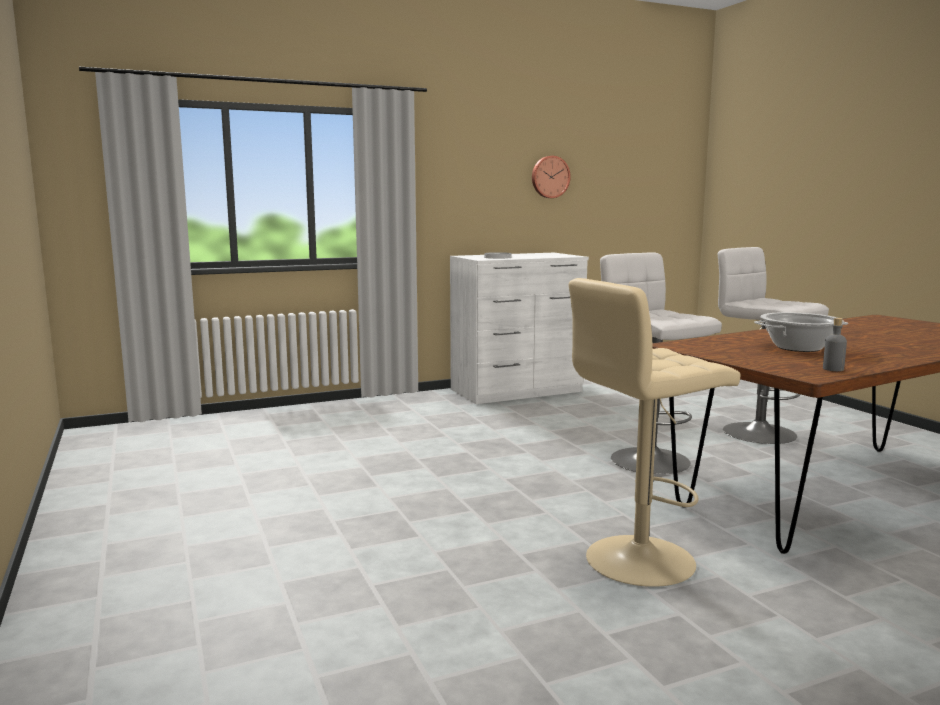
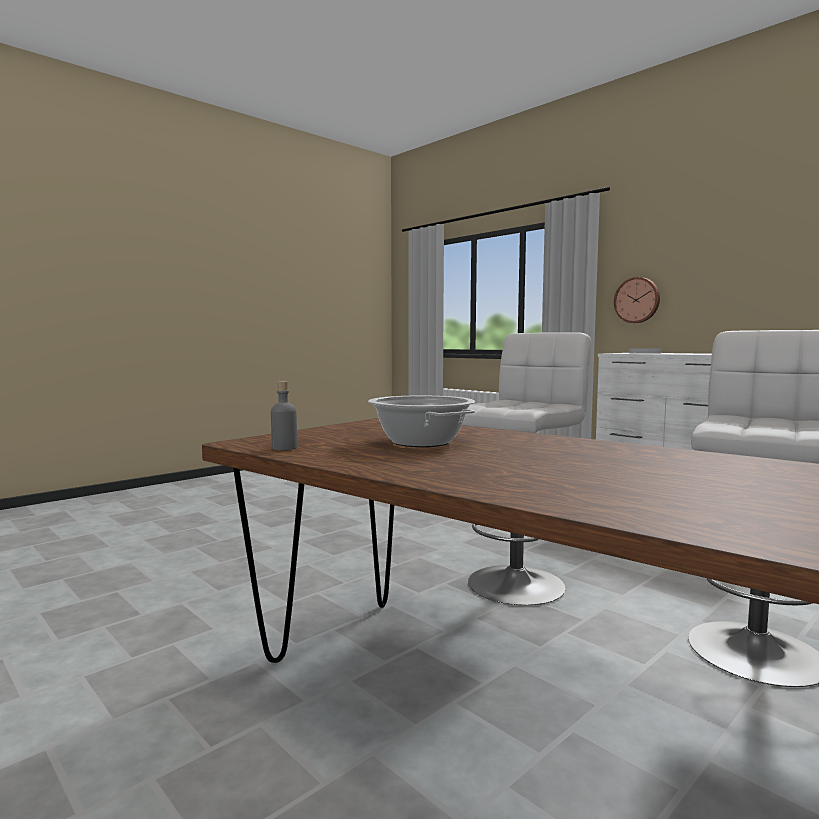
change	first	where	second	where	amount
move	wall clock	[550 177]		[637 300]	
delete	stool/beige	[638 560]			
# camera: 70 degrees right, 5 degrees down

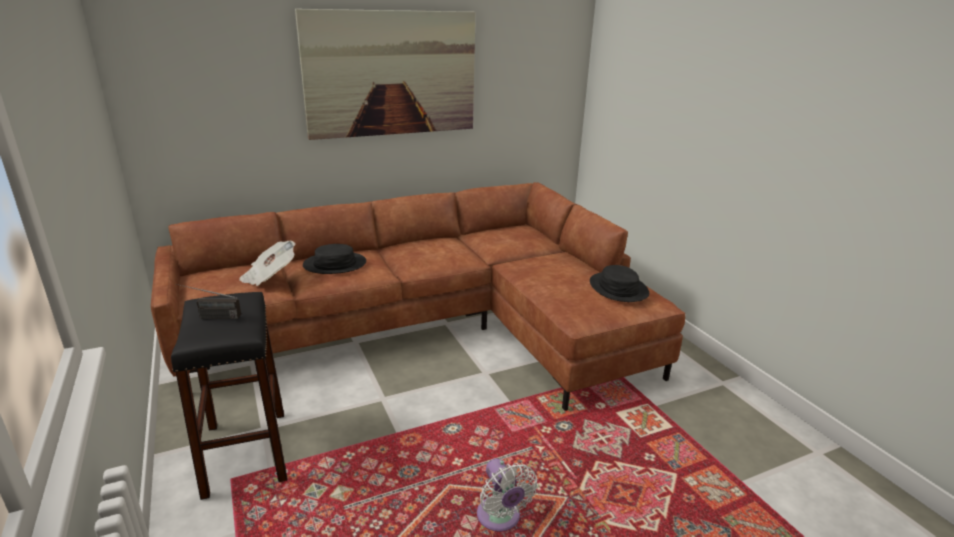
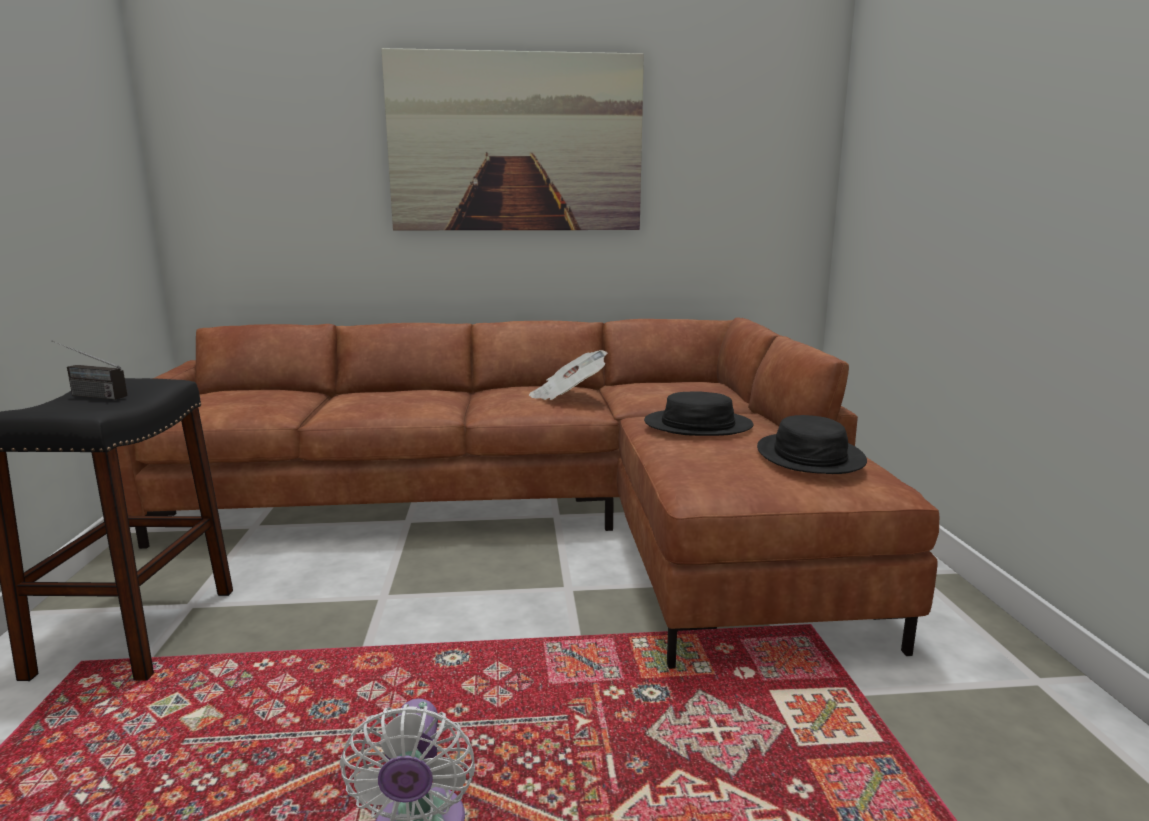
change	first	where	second	where	amount
move	newspaper	[269 276]		[568 396]	
move	hat/black	[335 264]		[697 425]	
# camera: 20 degrees right, 10 degrees down

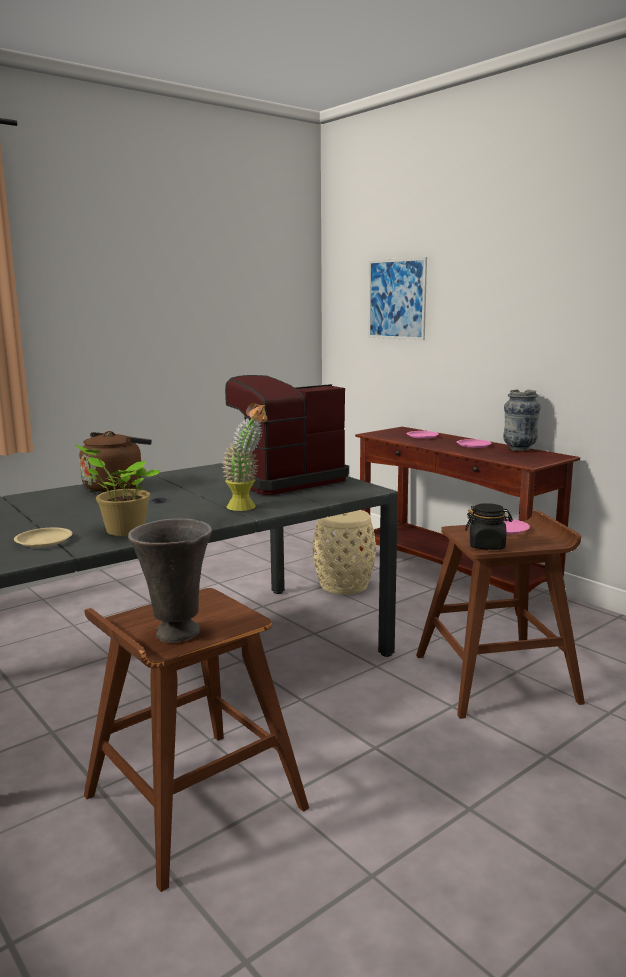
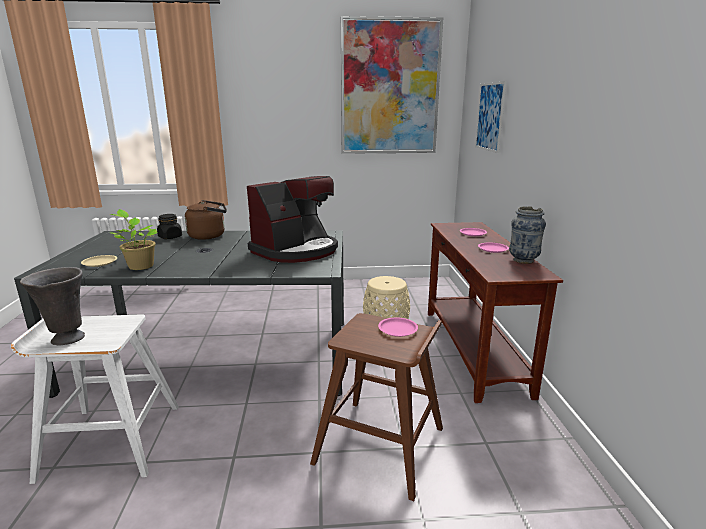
change	first	where	second	where	amount
recolor	stool/brown	[192 802]	stool/white	[110 440]	
delete	potted plant	[247 508]			
rotate	coffee machine	[283 480]		[296 250]	135 degrees clockwise
move	jar/black	[487 546]		[170 237]	
insert			picture	[390 88]	
# camera: 35 degrees right, 5 degrees up

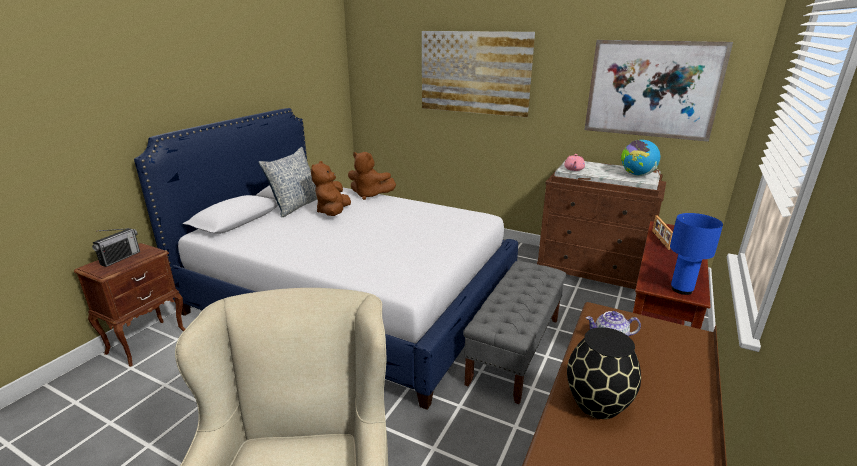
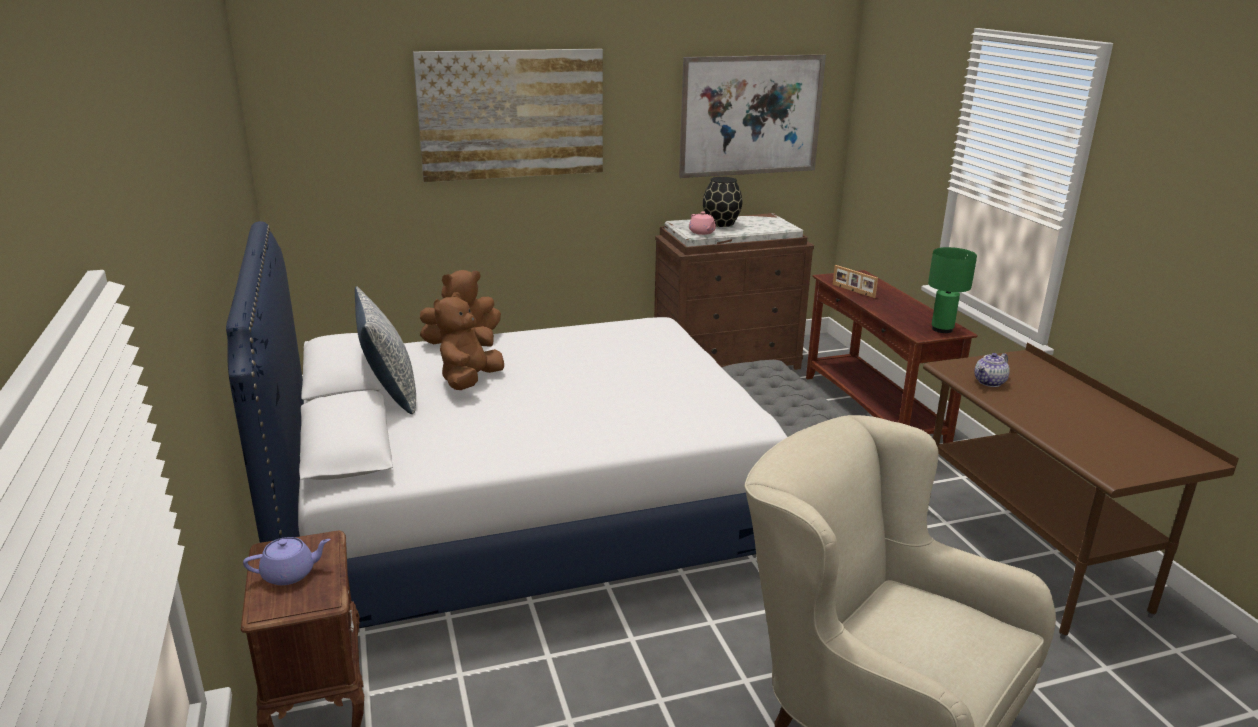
change	first	where	second	where	amount
replace	radio	[120 258]	teapot/purple	[290 574]	
rotate	plush toy/brown	[333 212]		[470 381]	60 degrees clockwise
move	vase/black	[597 402]		[720 223]	
delete	globe	[637 175]			
recolor	table lamp/blue	[682 290]	table lamp/green	[942 329]	
# camera: 45 degrees left, 0 degrees up

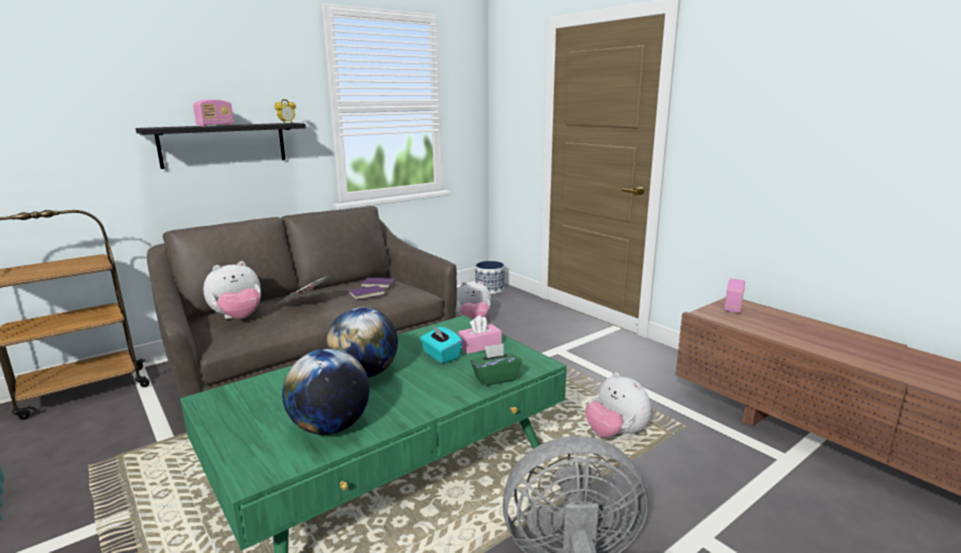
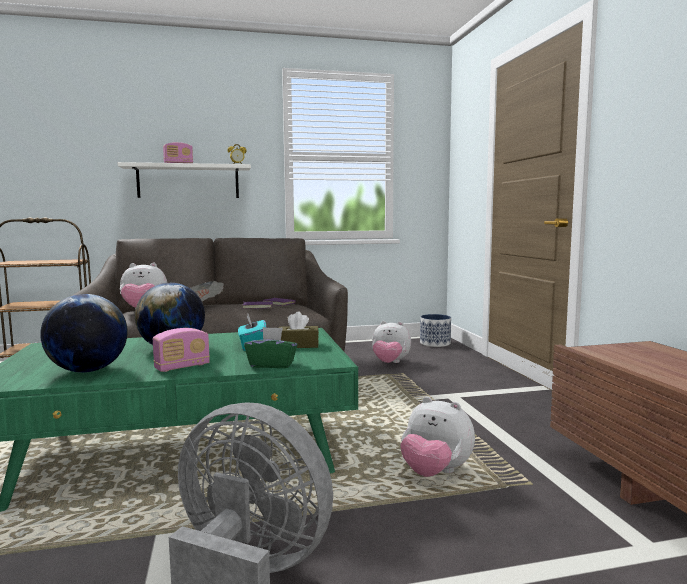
change	first	where	second	where	amount
recolor	shelf/black	[223 144]	shelf/white	[188 182]	
recolor	tissue box/pink	[480 346]	tissue box/brown	[298 345]	
rotate	plush toy	[616 434]		[435 473]	45 degrees counterclockwise
move	radio	[733 307]		[182 367]	
# camera: 25 degrees right, 10 degrees down

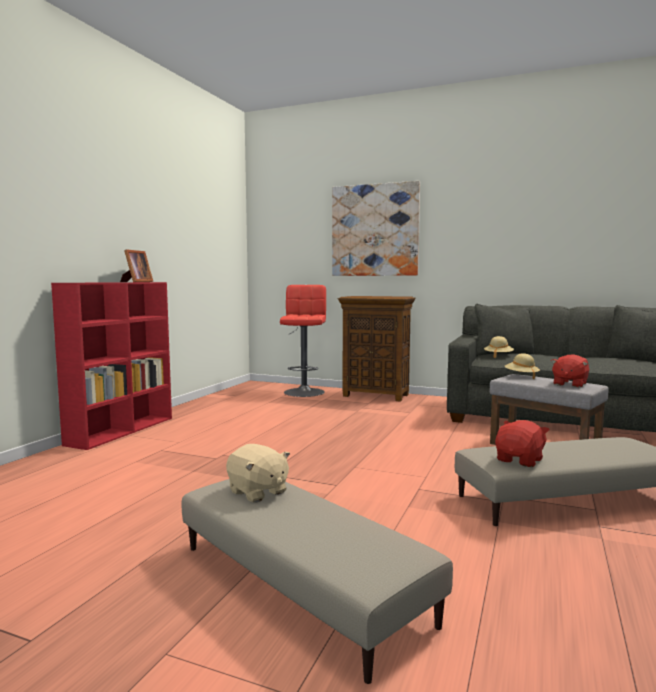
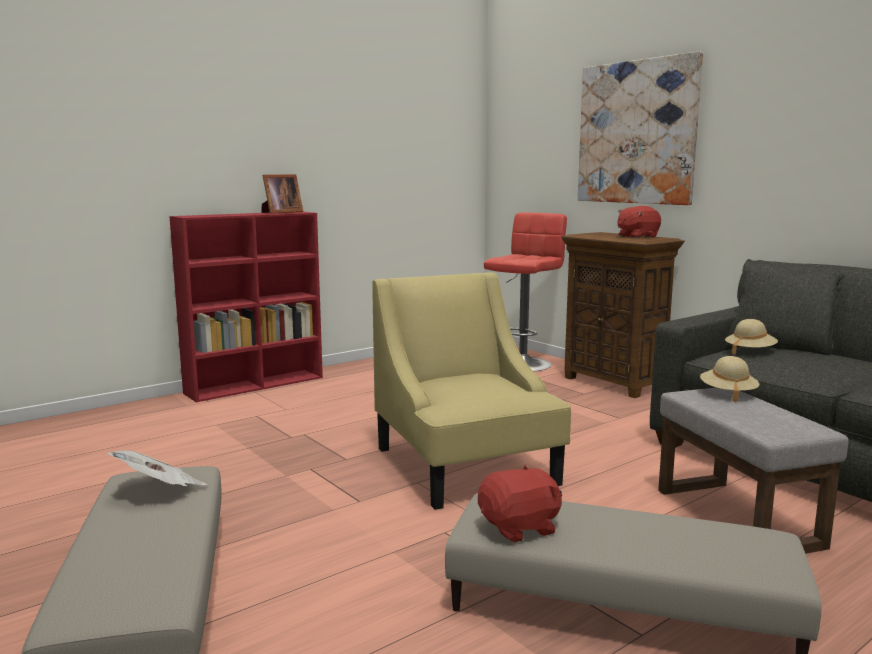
change	first	where	second	where	amount
replace	plush toy/beige	[257 492]	newspaper	[161 490]	
move	plush toy/red	[569 384]		[637 237]	
insert			armchair/yellow	[465 466]	
# camera: 30 degrees right, 5 degrees up

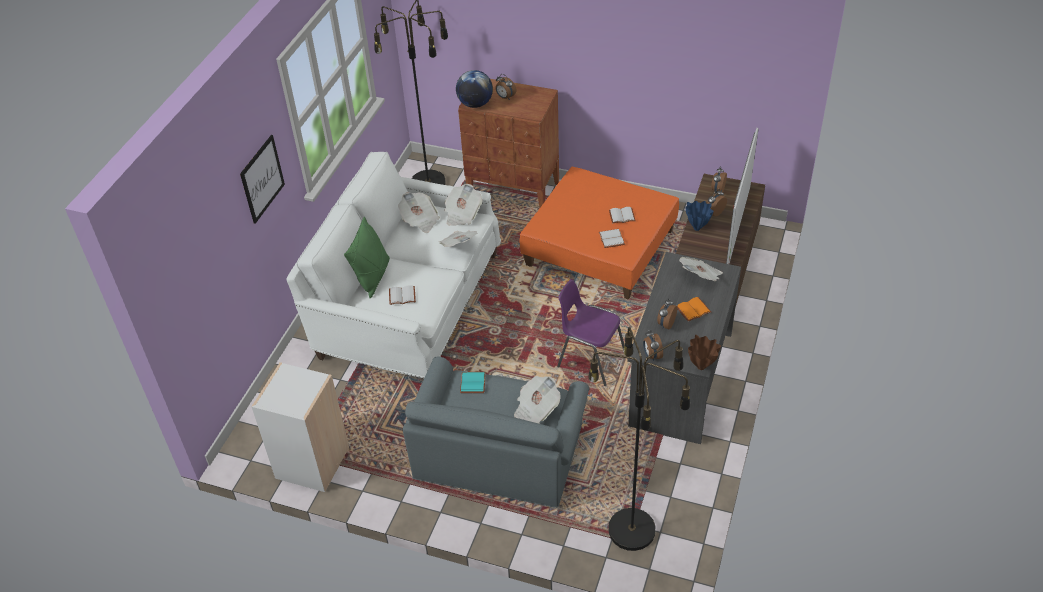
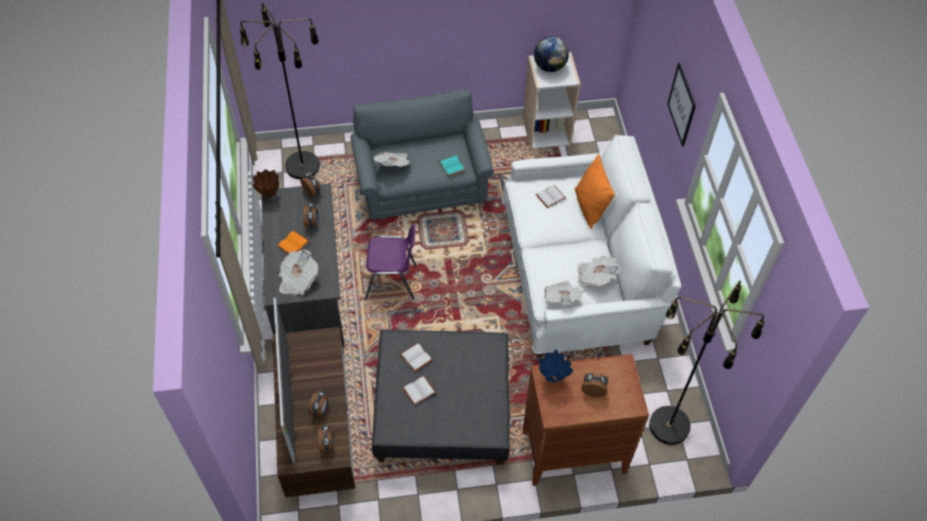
change	first	where	second	where	amount
recolor	pillow/green	[373 277]	pillow/orange	[589 207]	
delete	newspaper	[458 245]			
move	globe	[475 104]		[549 67]	
recolor	ottoman/orange	[600 248]	ottoman/grey	[441 409]	
move	vase/blue	[697 228]		[552 378]	
# camera: 150 degrees right, 10 degrees up

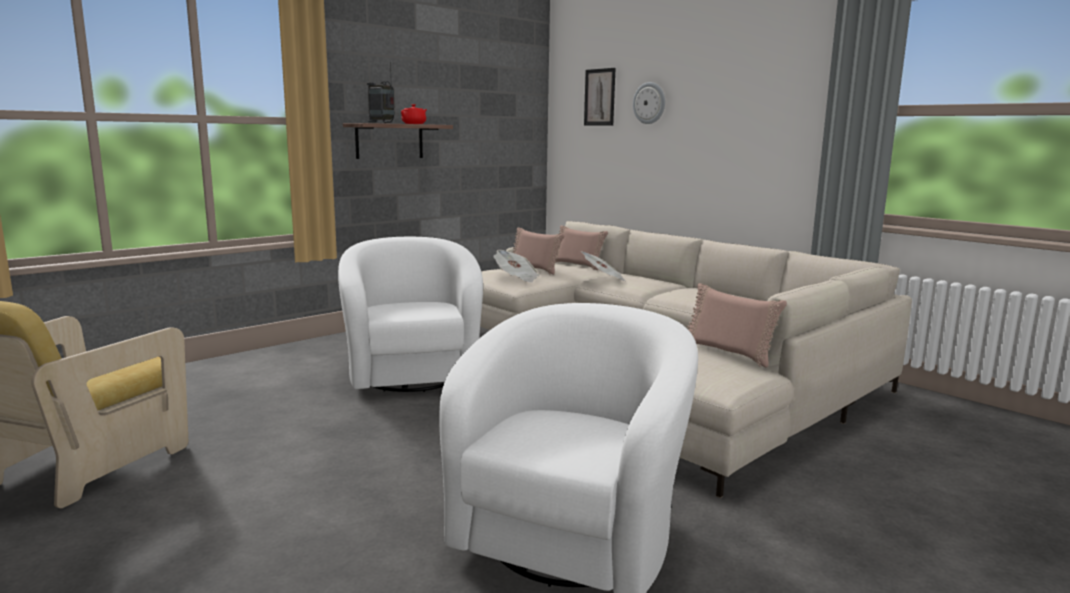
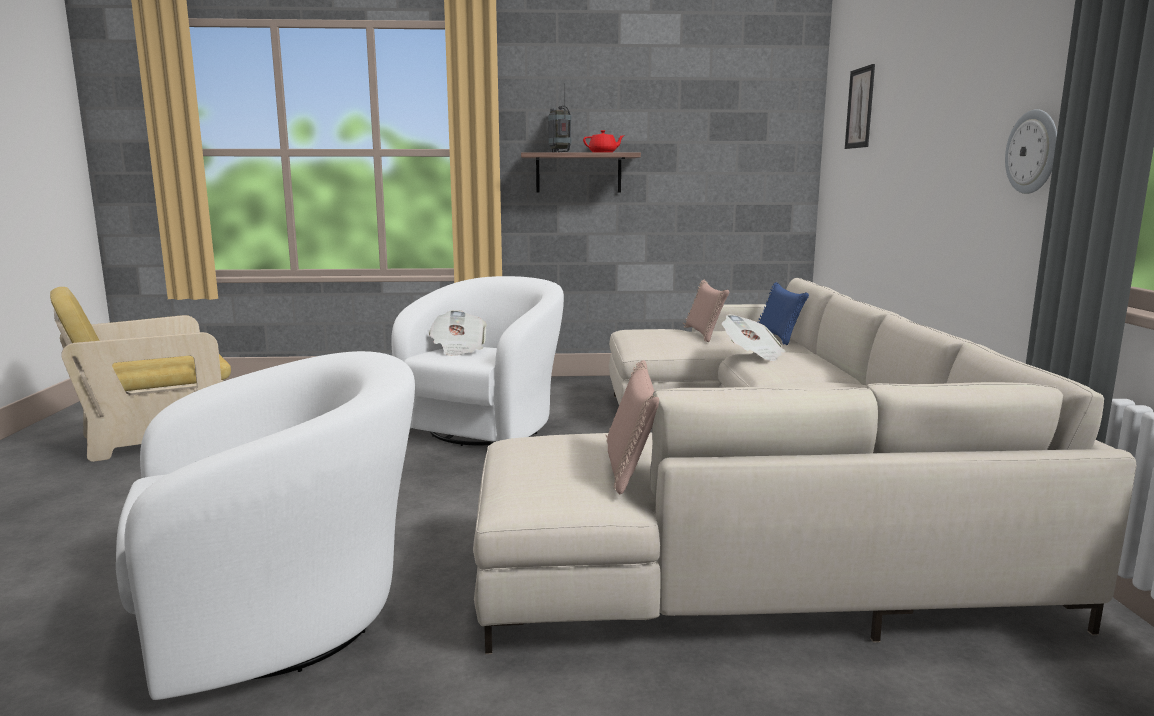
change	first	where	second	where	amount
move	newspaper	[516 278]		[458 349]	
recolor	pillow/beige	[578 266]	pillow/blue	[779 337]	
move	wall clock	[649 103]		[1033 152]	
# camera: 40 degrees right, 0 degrees up

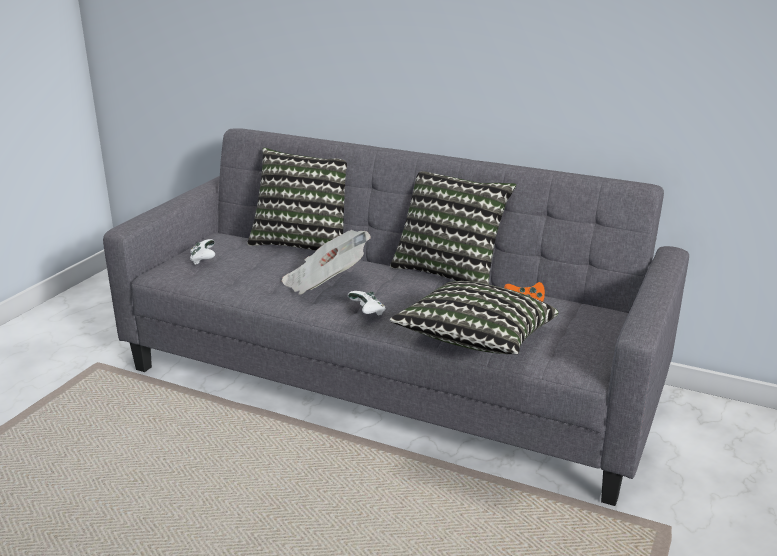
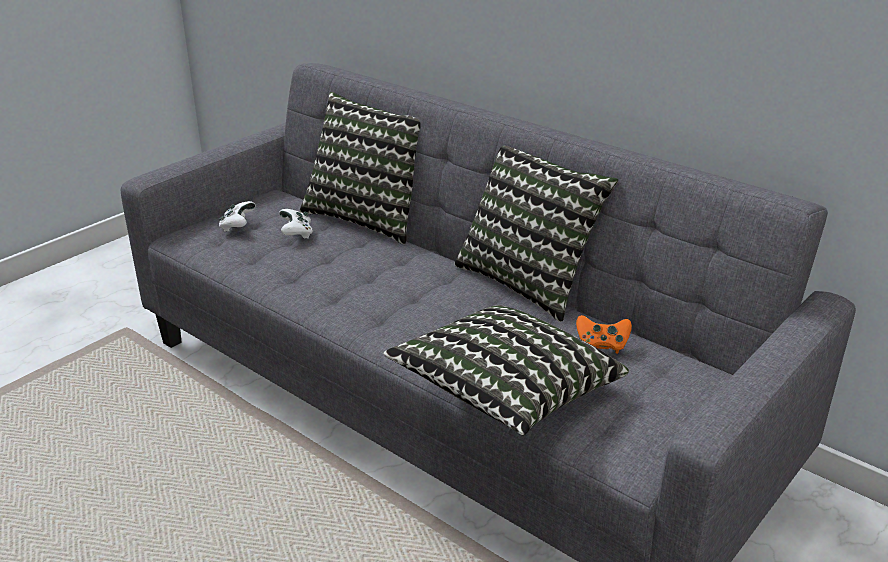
change	first	where	second	where	amount
delete	newspaper	[325 283]			
move	game controller/white	[368 312]		[296 234]	
# camera: 15 degrees right, 5 degrees up

